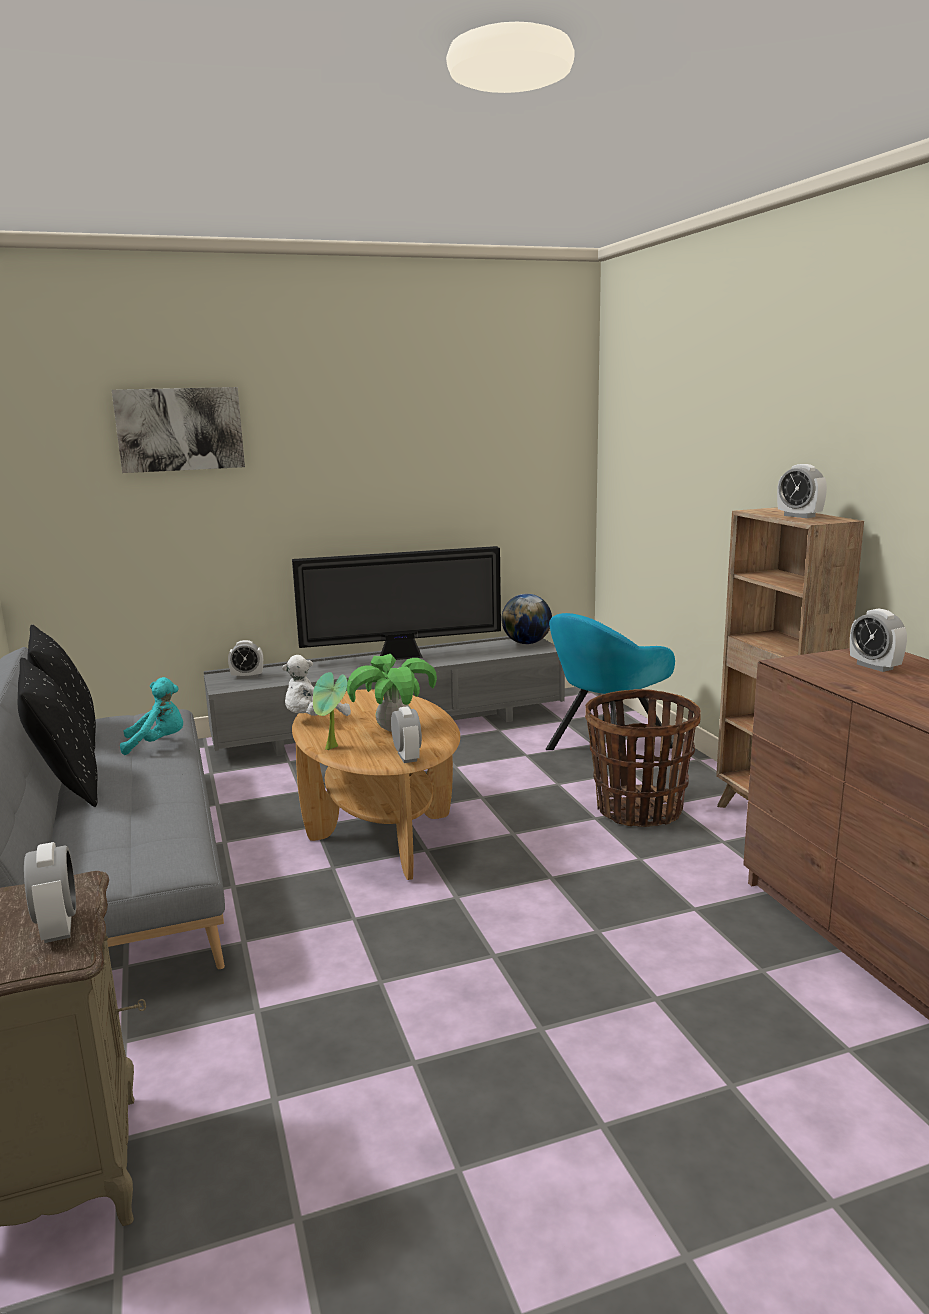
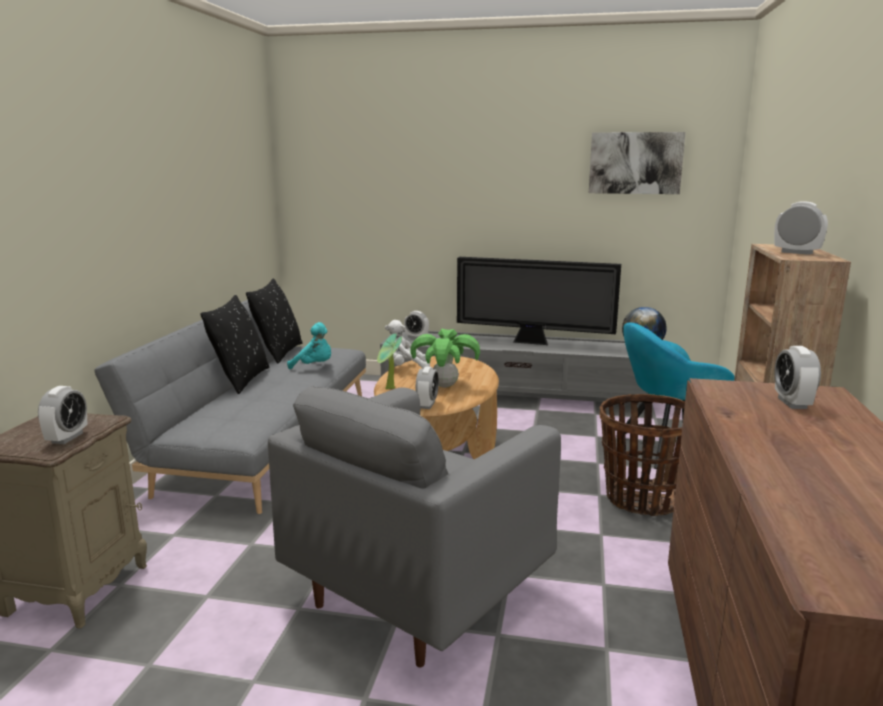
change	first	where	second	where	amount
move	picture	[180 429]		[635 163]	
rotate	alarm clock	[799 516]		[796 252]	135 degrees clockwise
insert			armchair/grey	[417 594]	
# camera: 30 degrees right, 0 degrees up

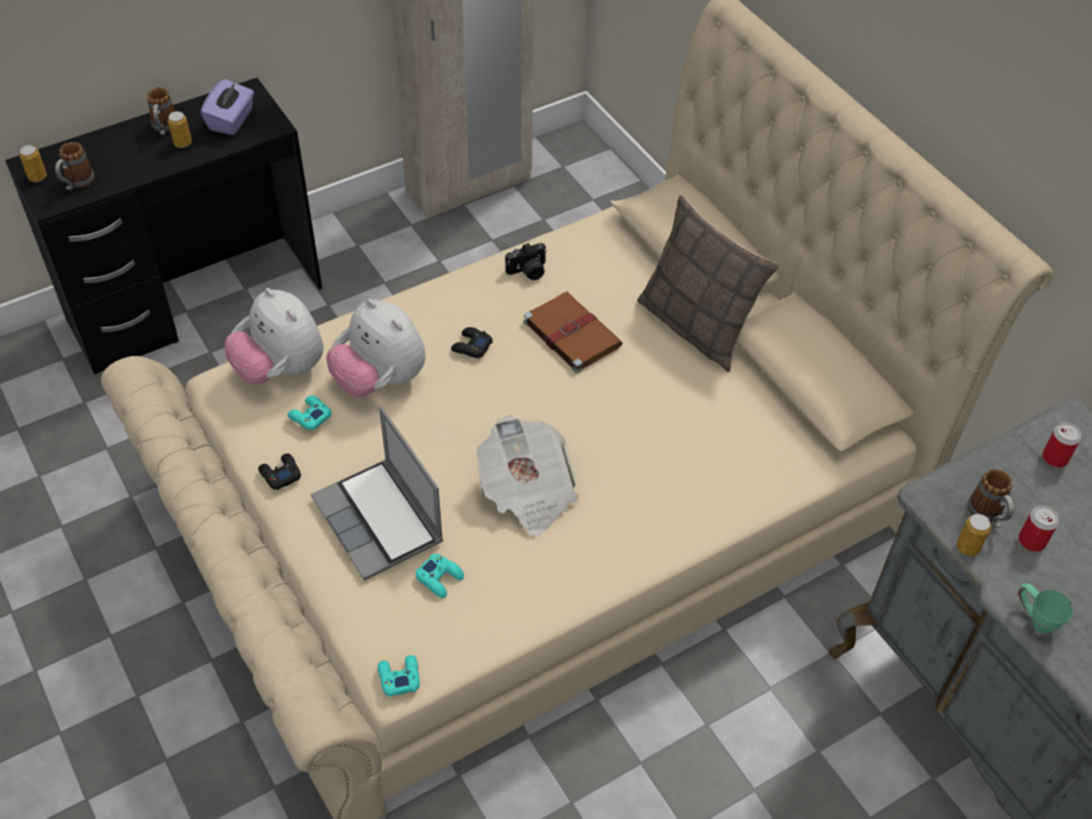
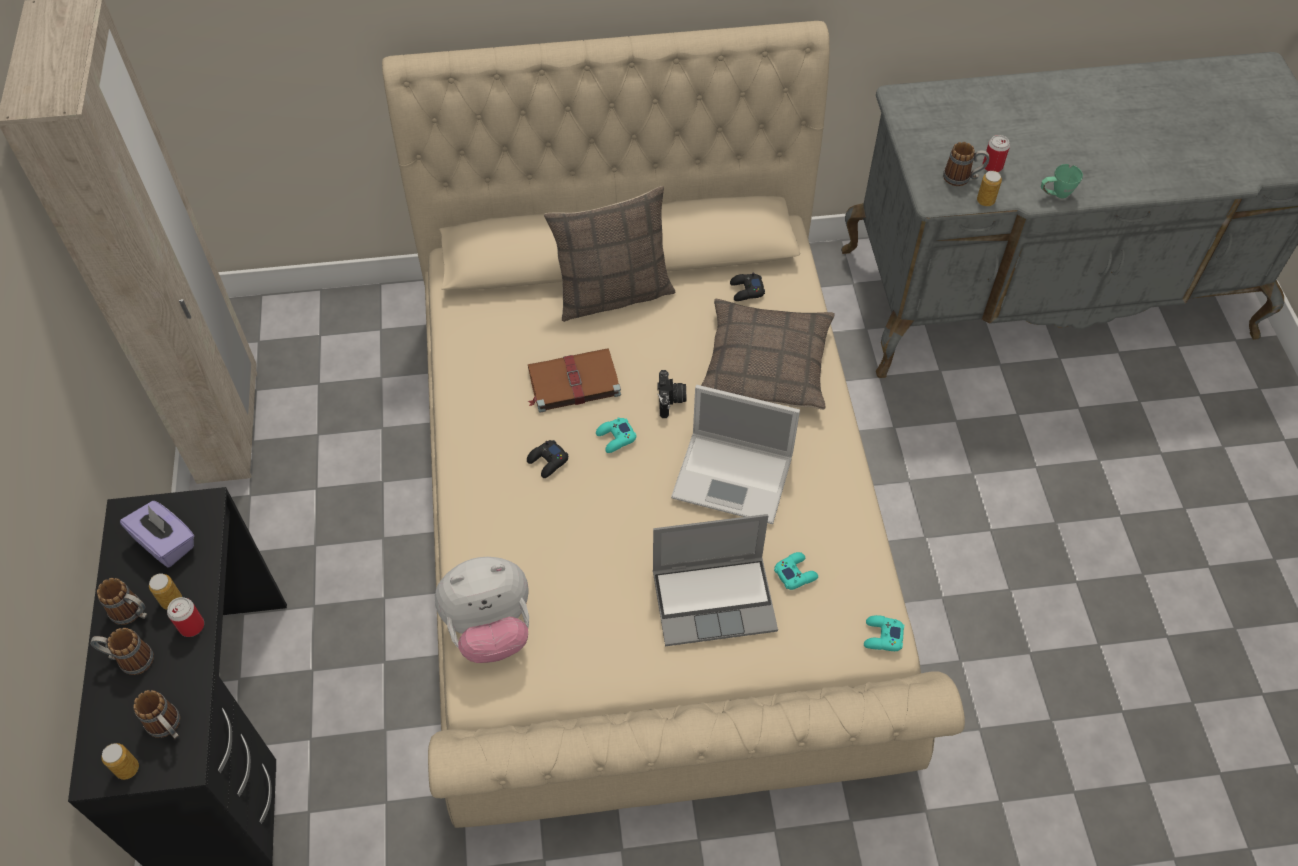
change	first	where	second	where	amount
move	game controller/black	[280 474]		[746 290]	
move	game controller/turquoise	[309 416]		[616 438]	
delete	plush toy	[380 380]			
replace	newspaper	[527 492]	laptop	[735 477]	
move	photo camera	[528 272]		[671 400]	
move	can	[1055 458]		[191 626]	
insert			mug	[129 659]	
insert			pillow	[766 364]	
# camera: 65 degrees left, 5 degrees up

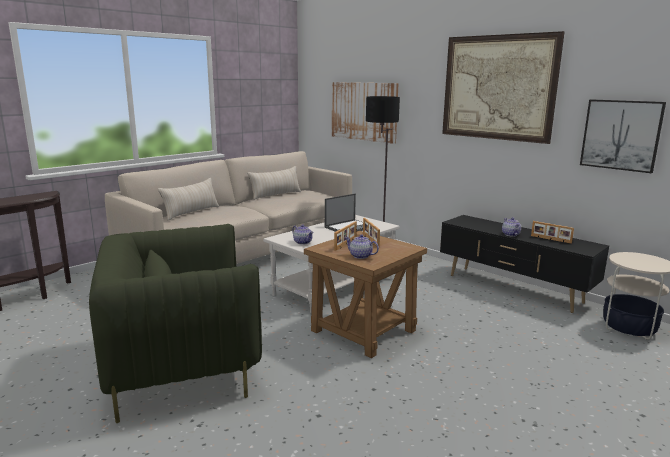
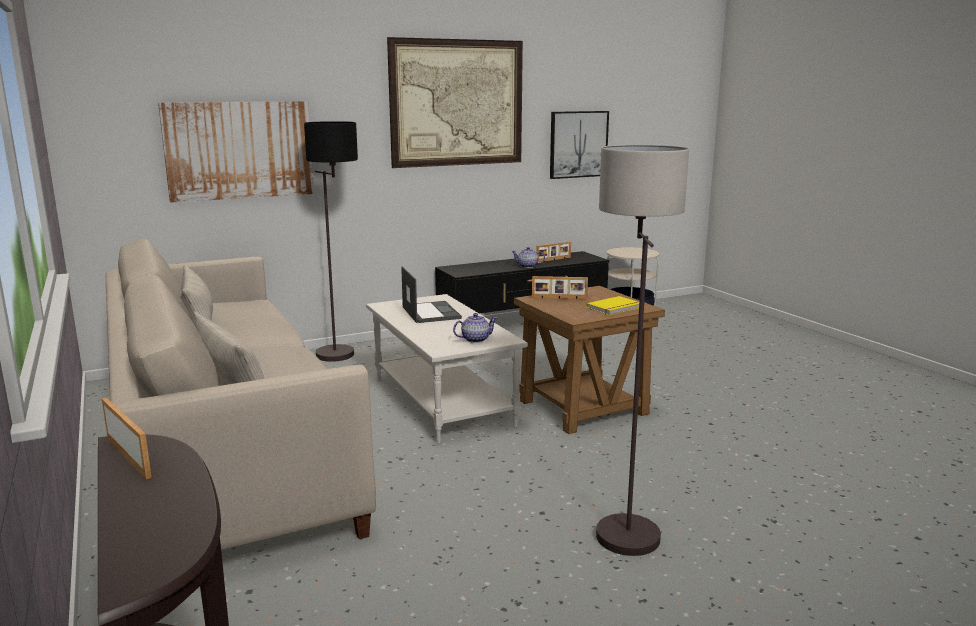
change	first	where	second	where	amount
replace	armchair/green	[181 363]	floor lamp/grey	[624 527]	
move	picture frame	[346 244]		[130 457]	
replace	teapot	[360 256]	book/yellow	[615 308]	
# camera: 70 degrees left, 0 degrees up

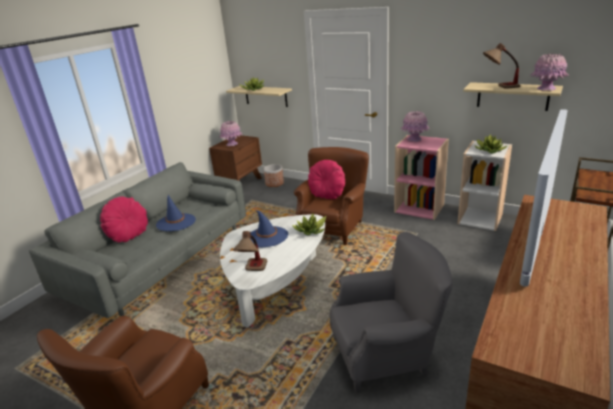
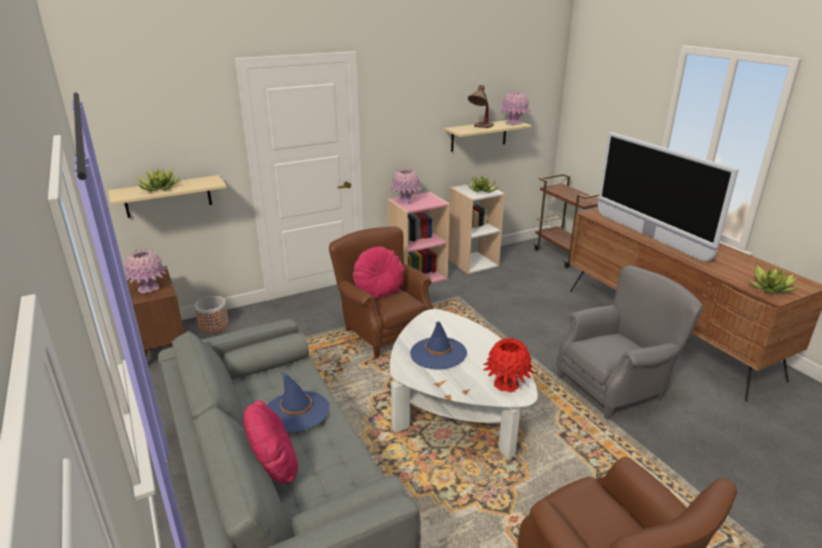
change	first	where	second	where	amount
replace	table lamp	[254 272]	vase/red	[507 384]	
move	potted plant	[311 231]		[770 288]	
rotate	armchair/grey	[386 352]		[615 385]	45 degrees clockwise
# camera: 60 degrees left, 0 degrees up

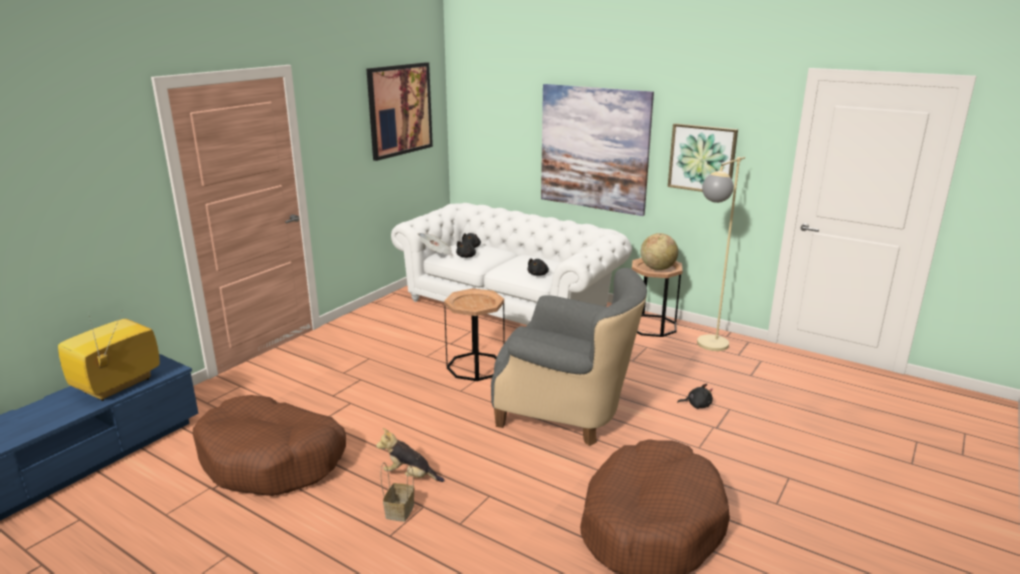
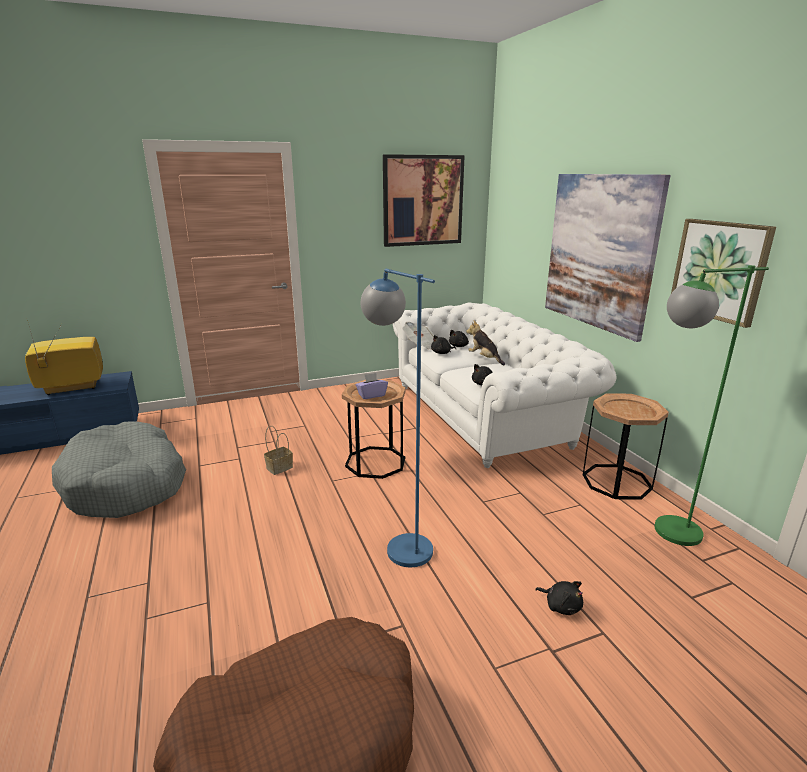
change	first	where	second	where	amount
recolor	dog bed/brown	[272 460]	dog bed/grey	[126 484]	
move	plush toy	[410 476]		[484 359]	
move	basket	[399 510]		[280 467]	
replace	armchair/grey	[567 410]	floor lamp/blue	[399 543]	
delete	globe	[657 268]			
recolor	floor lamp/beige	[707 347]	floor lamp/green	[664 534]	
insert			tissue box/purple	[371 395]	
# camera: 35 degrees right, 0 degrees up

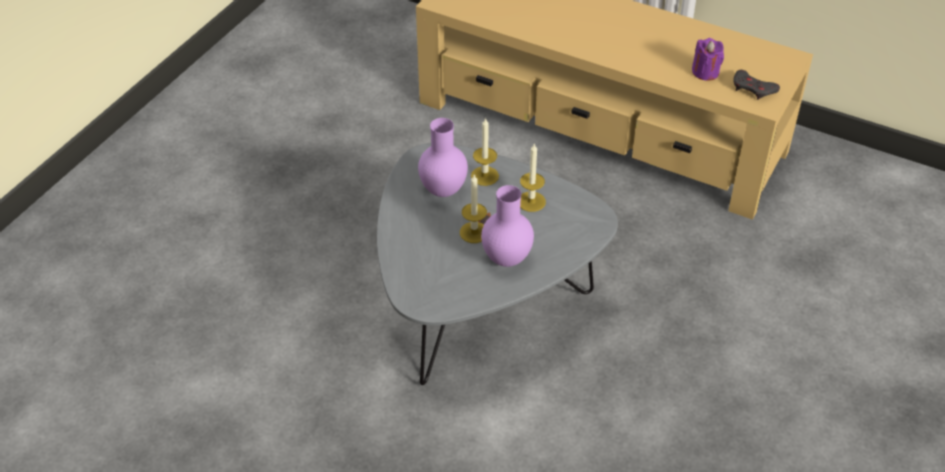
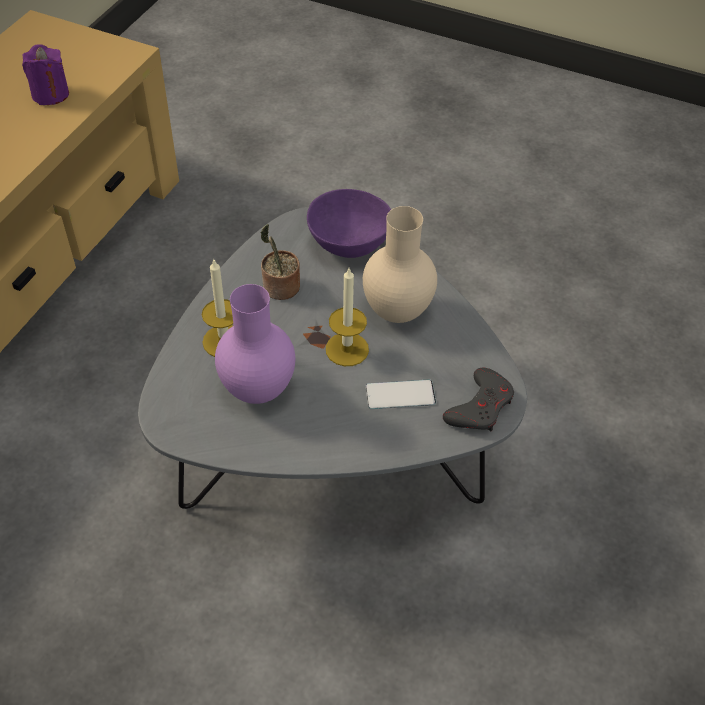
change	first	where	second	where	amount
recolor	vase/purple	[507 260]	vase/beige	[398 311]	
replace	candle	[531 201]	potted plant	[280 288]	
move	game controller/grey	[753 88]		[480 406]	
insert			bowl/purple	[349 245]	
insert			phone	[400 395]	
# camera: 95 degrees left, 5 degrees up

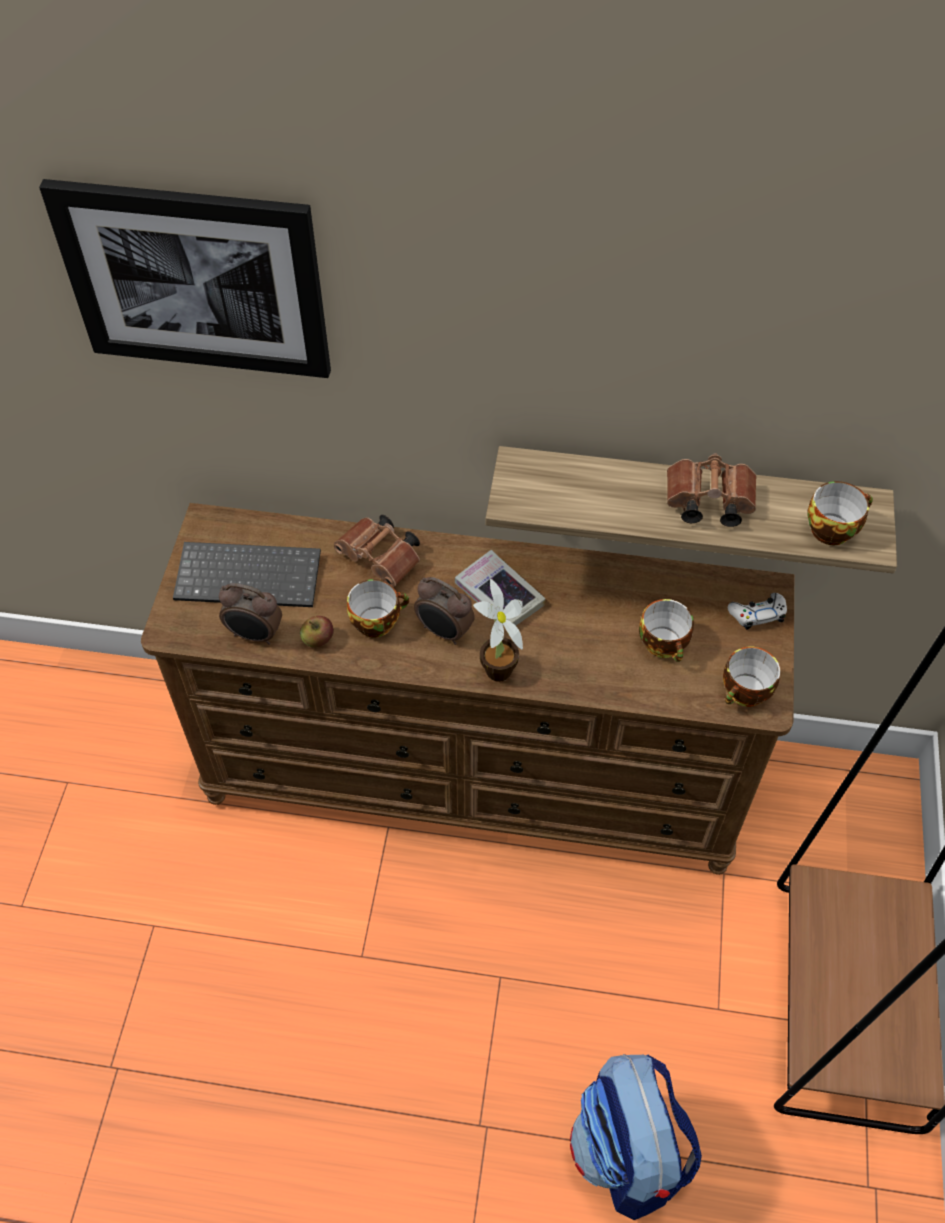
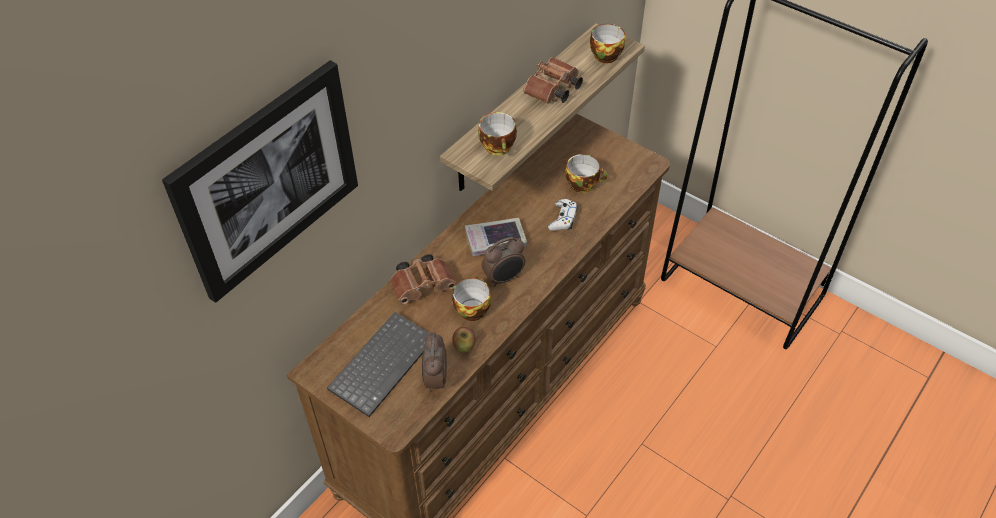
change	first	where	second	where	amount
rotate	alarm clock	[255 635]		[435 379]	135 degrees clockwise
delete	potted plant	[496 674]			
delete	backpack	[628 1152]			
move	cup	[745 693]		[499 147]	
move	game controller/white	[757 614]		[563 219]	
# camera: 60 degrees left, 5 degrees down

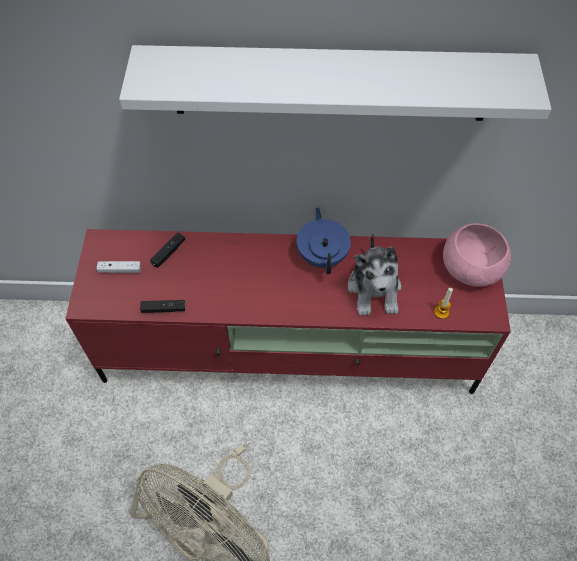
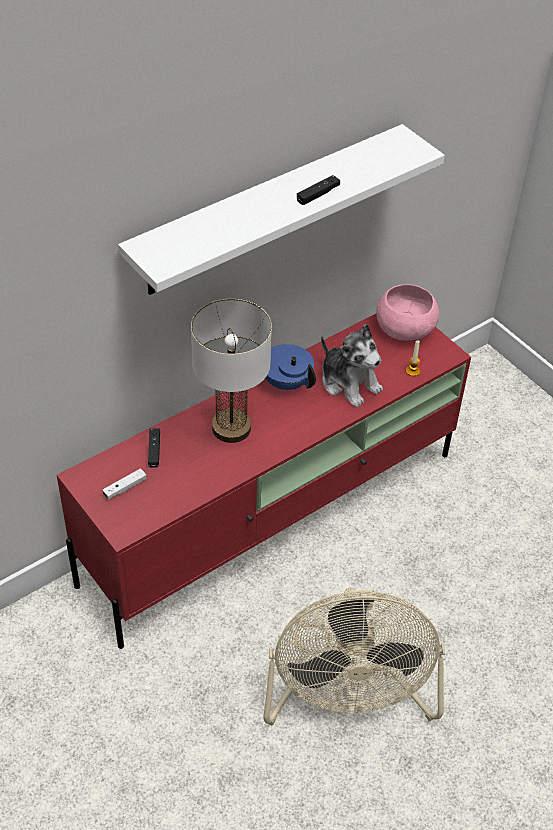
change	first	where	second	where	amount
move	game controller/black	[164 309]		[318 195]	
insert			table lamp	[232 428]	
# camera: 40 degrees left, 10 degrees down

